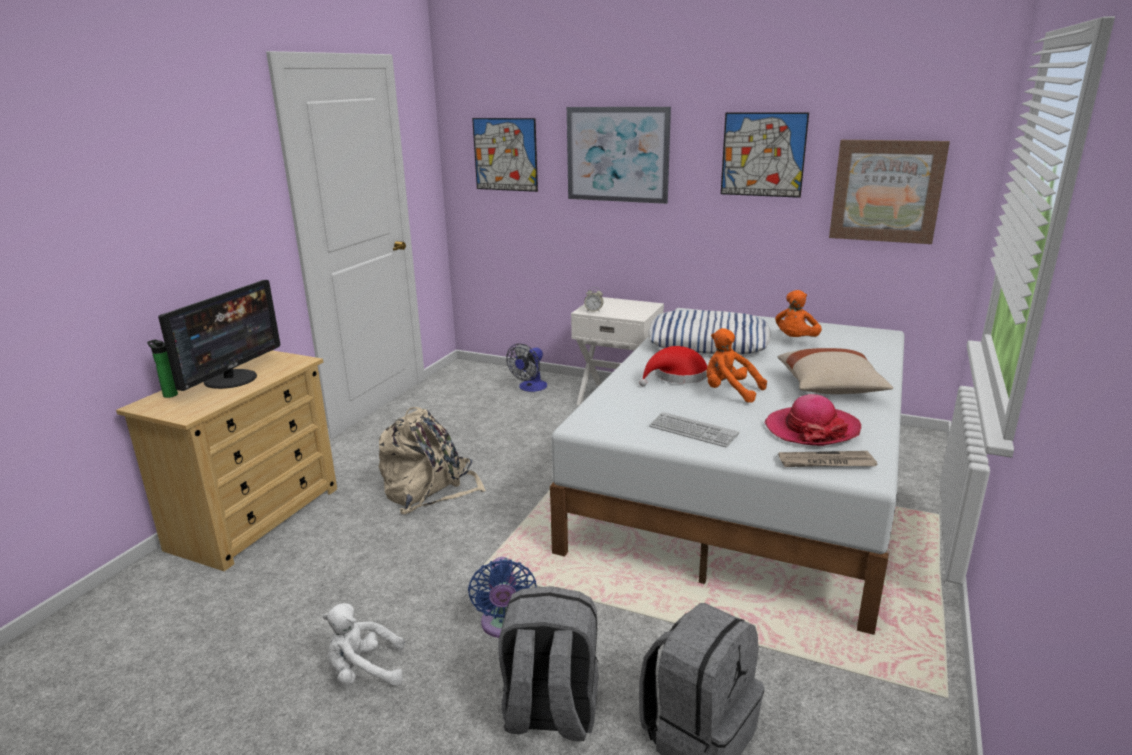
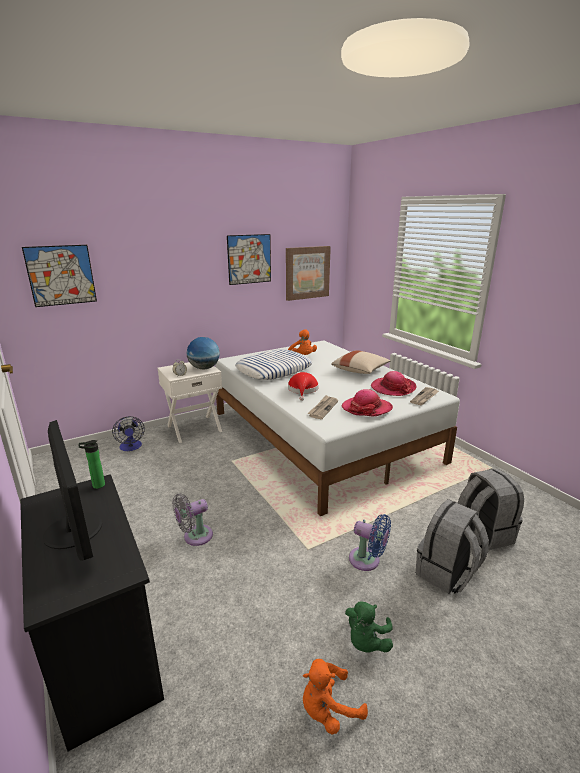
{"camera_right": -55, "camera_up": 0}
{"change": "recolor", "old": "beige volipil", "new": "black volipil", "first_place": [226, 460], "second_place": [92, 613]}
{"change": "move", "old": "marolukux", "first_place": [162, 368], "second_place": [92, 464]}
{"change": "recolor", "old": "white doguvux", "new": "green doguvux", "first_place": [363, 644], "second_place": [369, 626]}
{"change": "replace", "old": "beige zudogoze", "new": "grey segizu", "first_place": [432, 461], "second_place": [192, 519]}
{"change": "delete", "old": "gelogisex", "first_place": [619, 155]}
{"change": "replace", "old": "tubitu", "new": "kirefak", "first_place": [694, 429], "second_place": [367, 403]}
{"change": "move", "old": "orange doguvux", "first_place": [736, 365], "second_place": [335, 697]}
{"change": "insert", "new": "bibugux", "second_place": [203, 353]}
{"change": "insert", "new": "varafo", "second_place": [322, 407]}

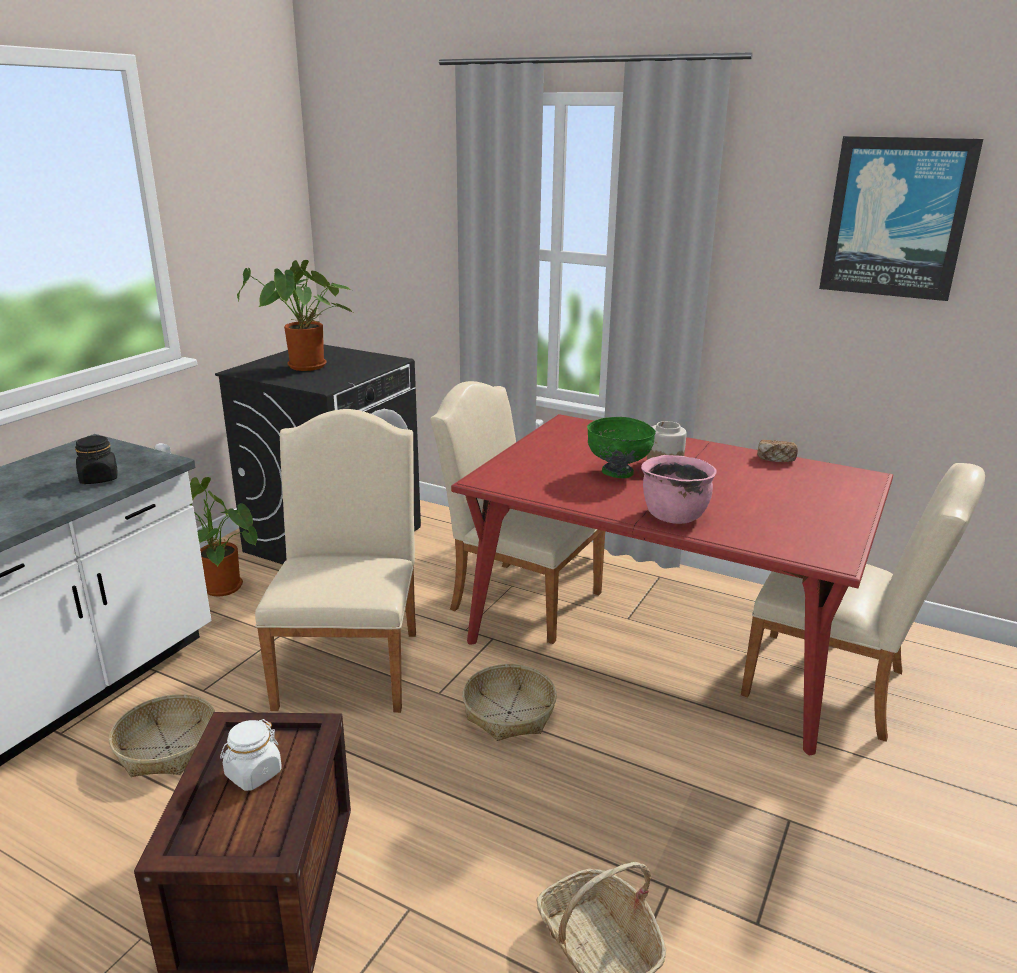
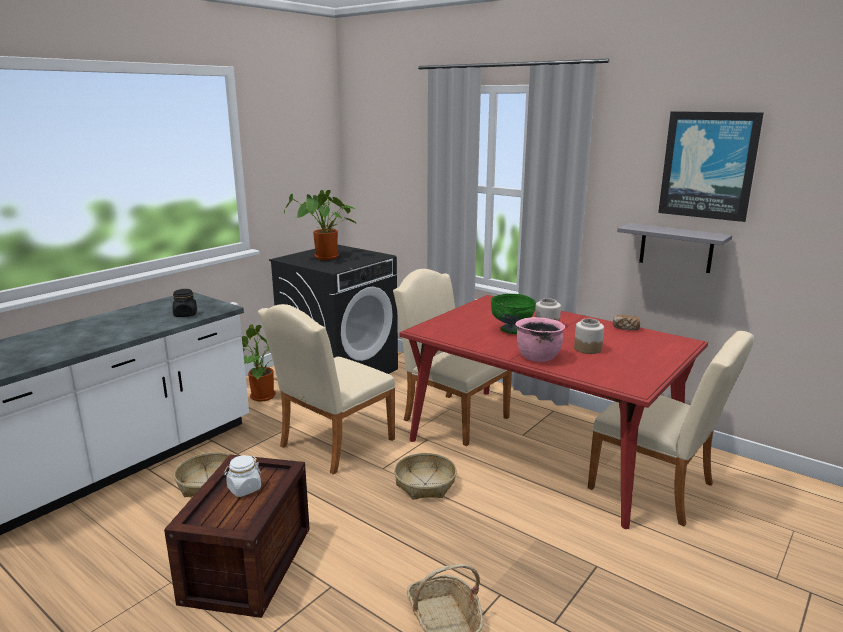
{"camera_right": 10, "camera_up": -5}
{"change": "rotate", "old": "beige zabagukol", "first_place": [335, 561], "second_place": [327, 389], "degrees": -150}
{"change": "insert", "new": "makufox", "second_place": [589, 336]}
{"change": "insert", "new": "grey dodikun", "second_place": [674, 248]}

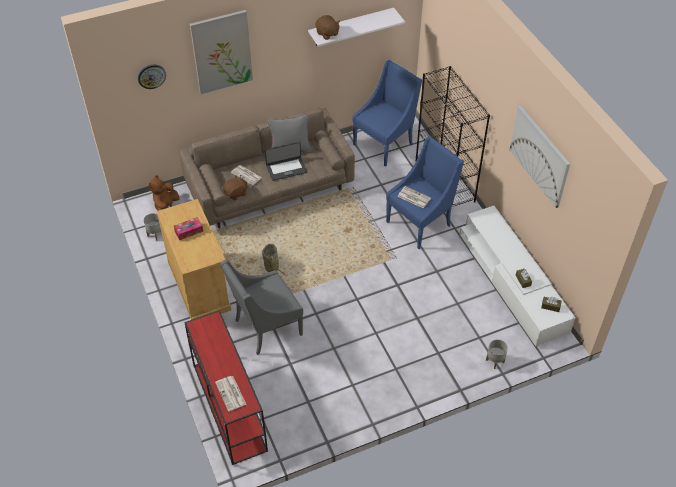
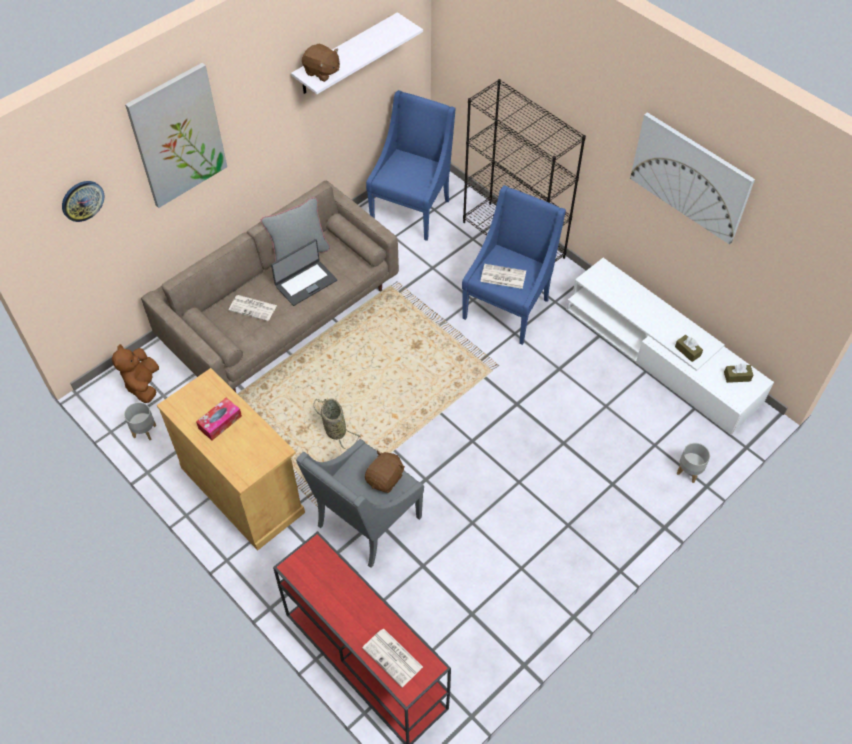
{"camera_right": -20, "camera_up": 5}
{"change": "move", "old": "brown doguvux", "first_place": [235, 188], "second_place": [385, 471]}

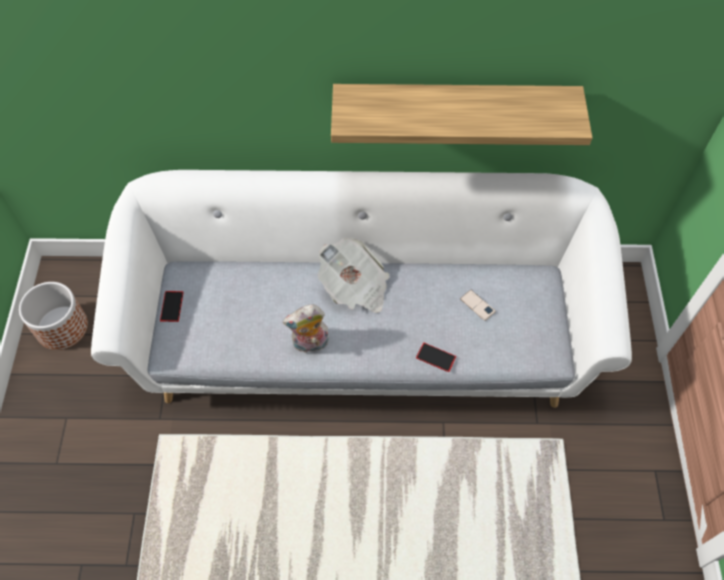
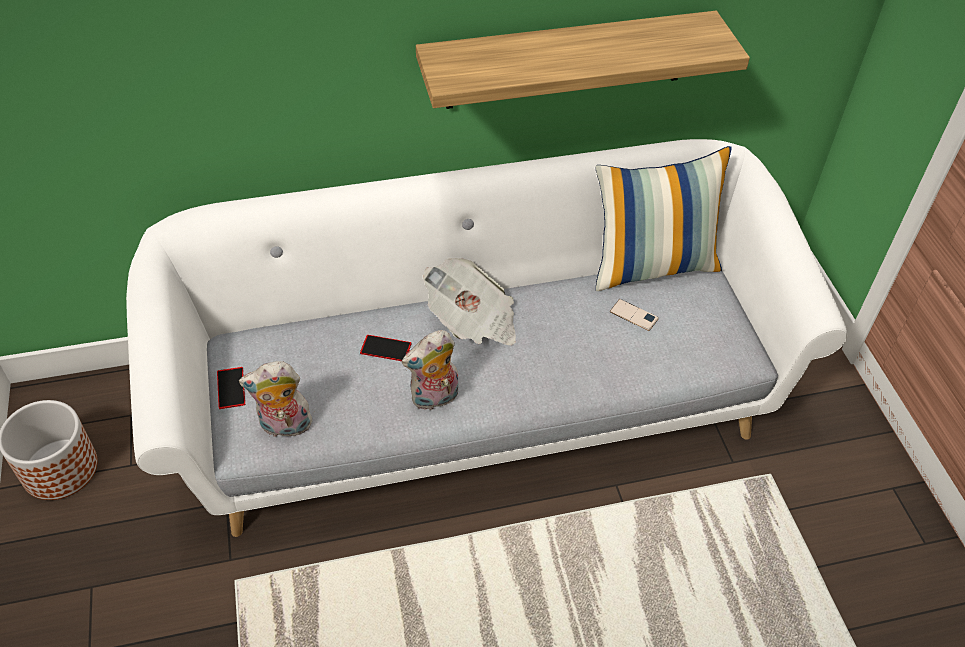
{"camera_right": -15, "camera_up": -10}
{"change": "move", "old": "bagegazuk", "first_place": [436, 357], "second_place": [386, 348]}
{"change": "insert", "new": "doguvux", "second_place": [276, 399]}
{"change": "insert", "new": "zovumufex", "second_place": [663, 218]}

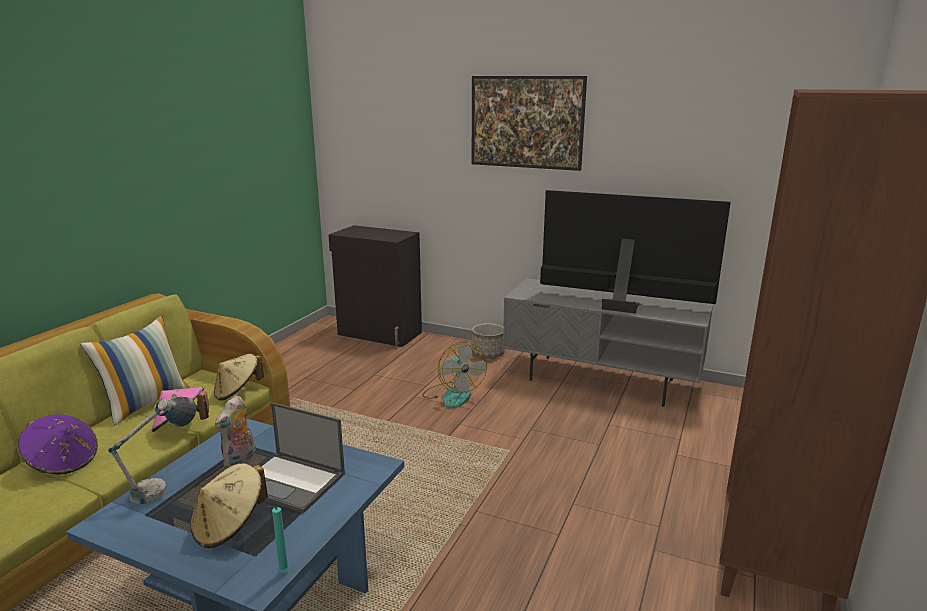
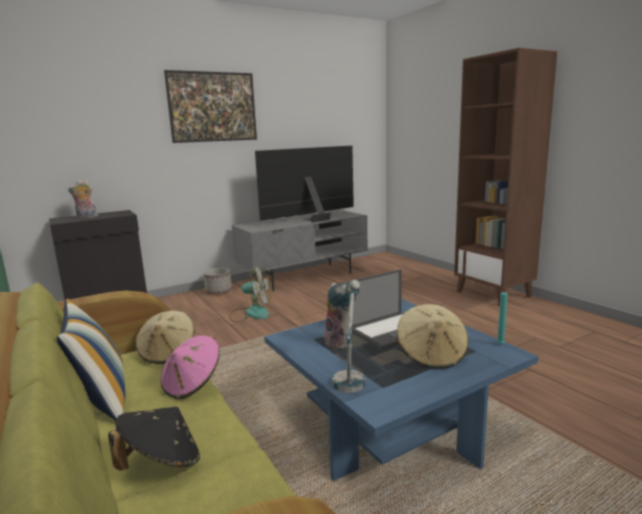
{"camera_right": -55, "camera_up": -5}
{"change": "recolor", "old": "purple kirefak", "new": "black kirefak", "first_place": [58, 444], "second_place": [154, 439]}
{"change": "insert", "new": "doguvux", "second_place": [83, 199]}

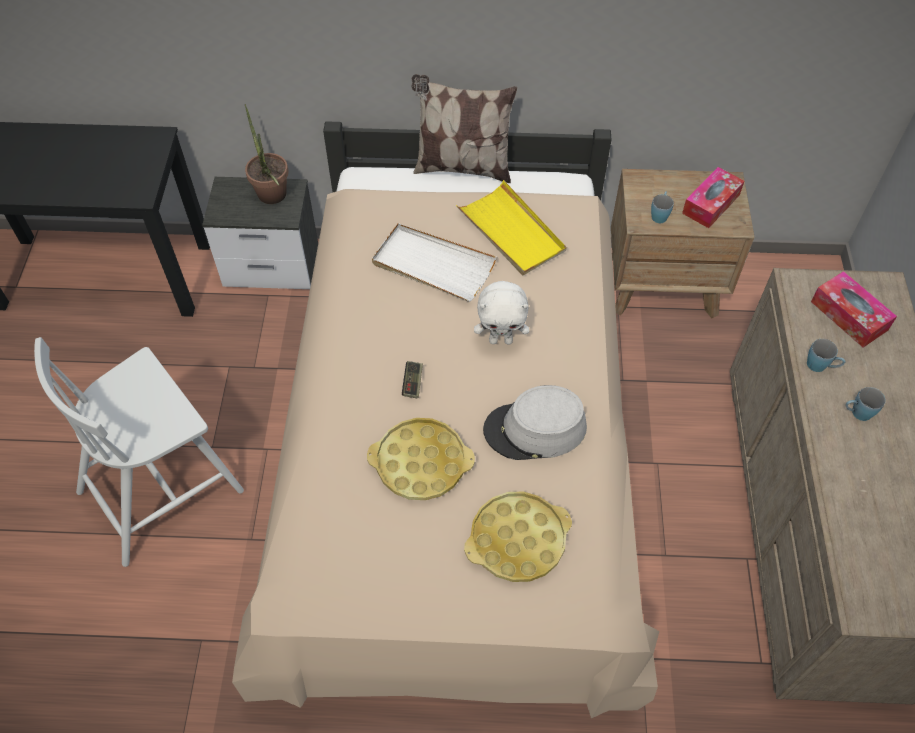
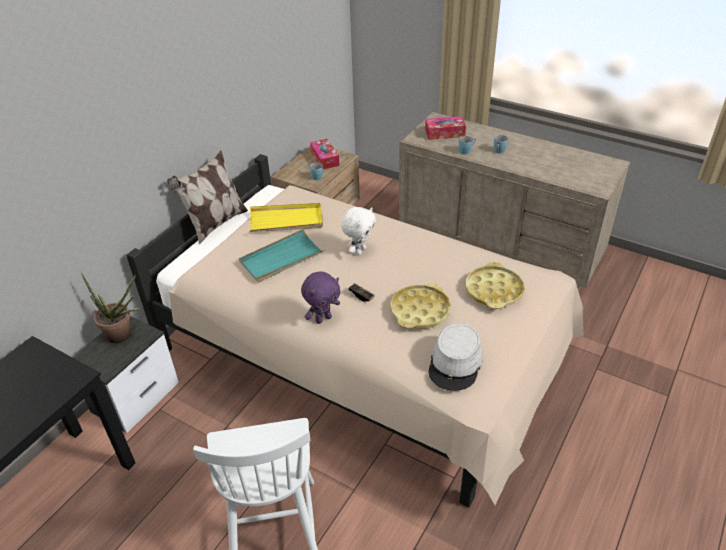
{"camera_right": -60, "camera_up": -15}
{"change": "recolor", "old": "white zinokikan", "new": "turquoise zinokikan", "first_place": [434, 262], "second_place": [282, 255]}
{"change": "move", "old": "grey kirefak", "first_place": [535, 422], "second_place": [455, 357]}
{"change": "insert", "new": "purple doguvux", "second_place": [320, 297]}

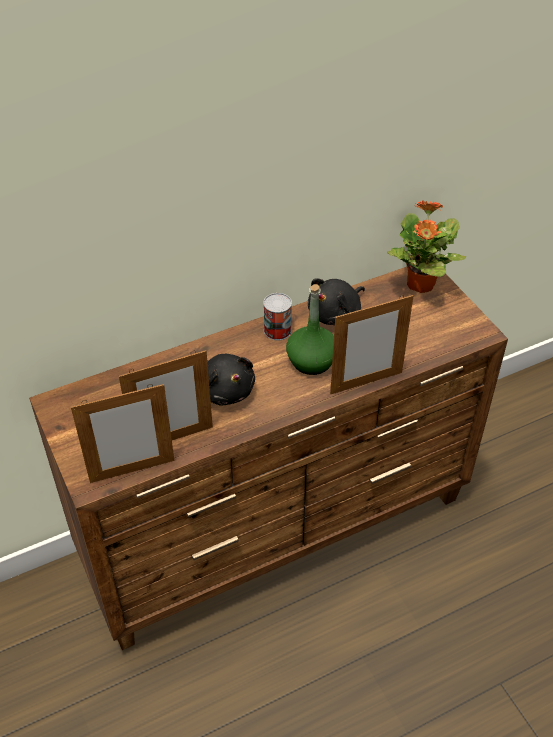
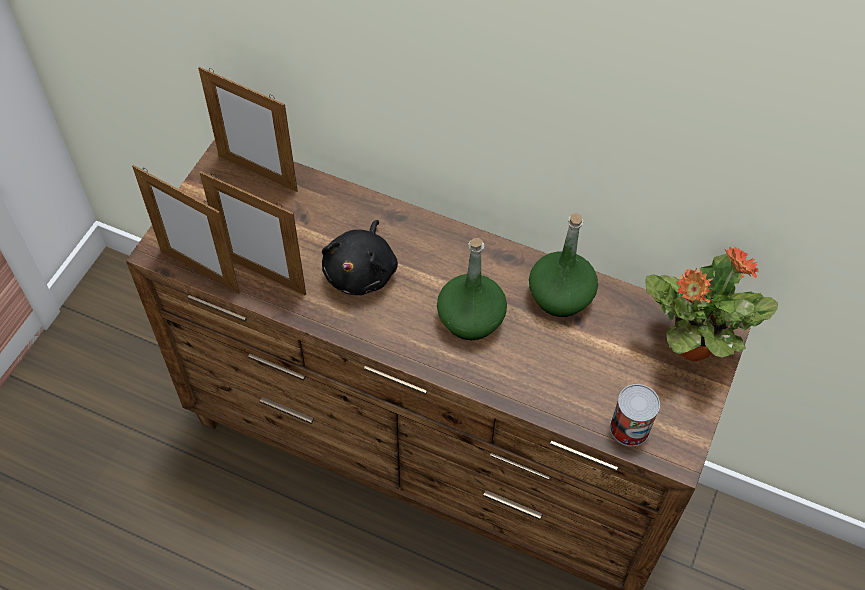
{"camera_right": 50, "camera_up": 10}
{"change": "move", "old": "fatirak", "first_place": [277, 317], "second_place": [635, 415]}
{"change": "replace", "old": "black doguvux", "new": "green marolukux", "first_place": [336, 301], "second_place": [563, 265]}
{"change": "move", "old": "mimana", "first_place": [371, 344], "second_place": [248, 129]}

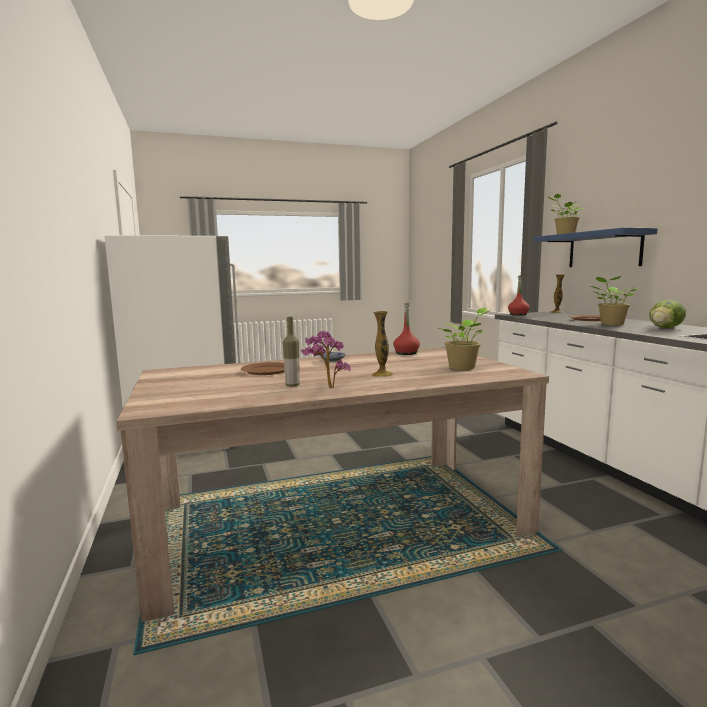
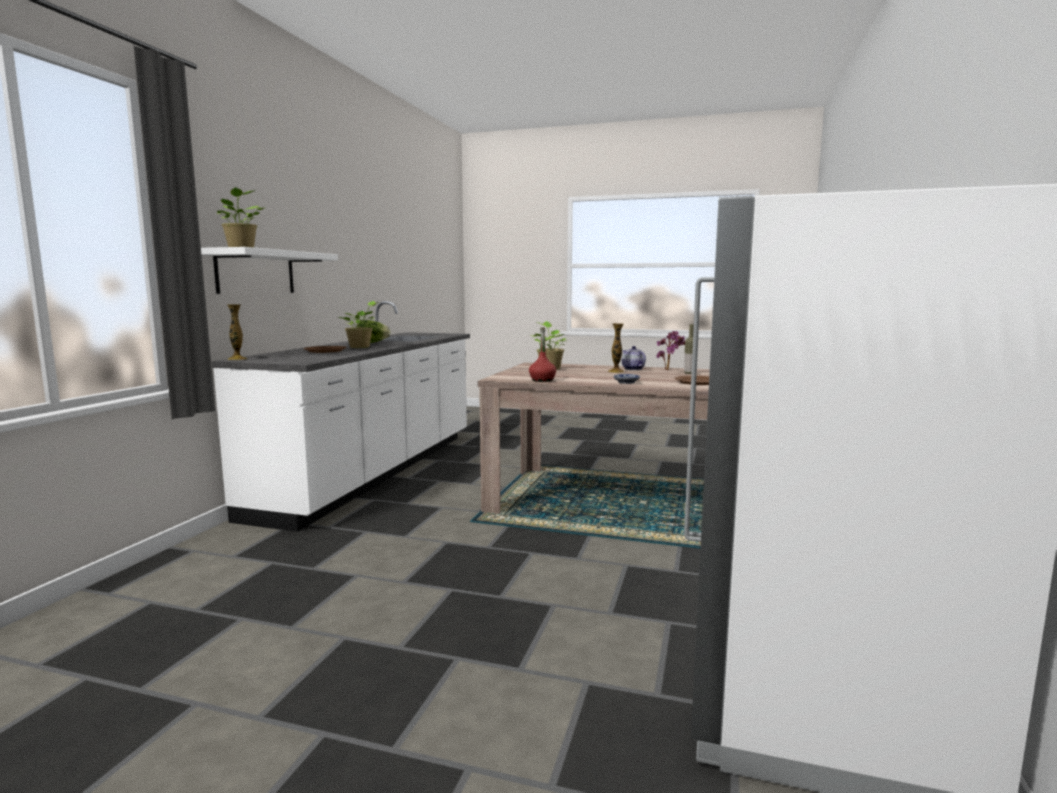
{"camera_right": -145, "camera_up": 0}
{"change": "delete", "old": "red marolukux", "first_place": [518, 295]}
{"change": "recolor", "old": "blue dodikun", "new": "white dodikun", "first_place": [596, 247], "second_place": [269, 270]}
{"change": "insert", "new": "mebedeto", "second_place": [634, 358]}

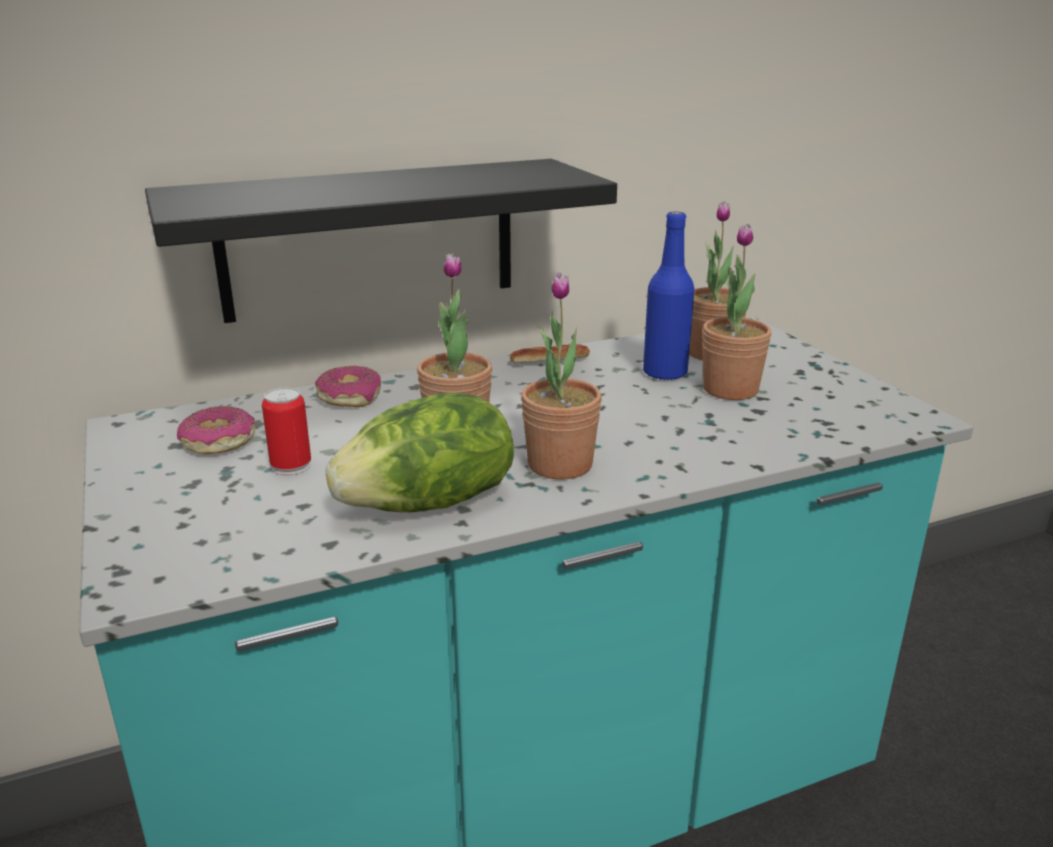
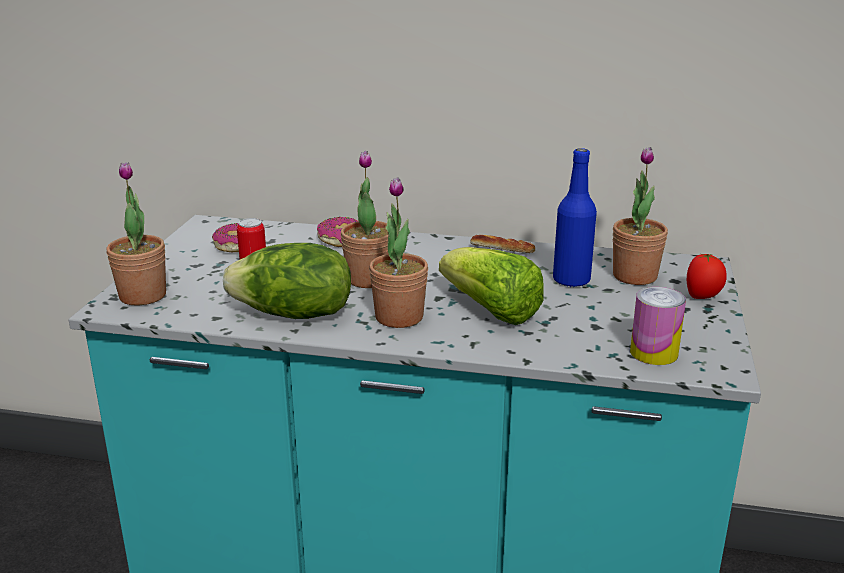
{"camera_right": 35, "camera_up": 0}
{"change": "delete", "old": "black dodikun", "first_place": [381, 241]}
{"change": "move", "old": "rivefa", "first_place": [736, 312], "second_place": [136, 234]}
{"change": "insert", "new": "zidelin", "second_place": [491, 286]}
{"change": "insert", "new": "fatirak", "second_place": [658, 326]}
{"change": "insert", "new": "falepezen", "second_place": [707, 276]}

